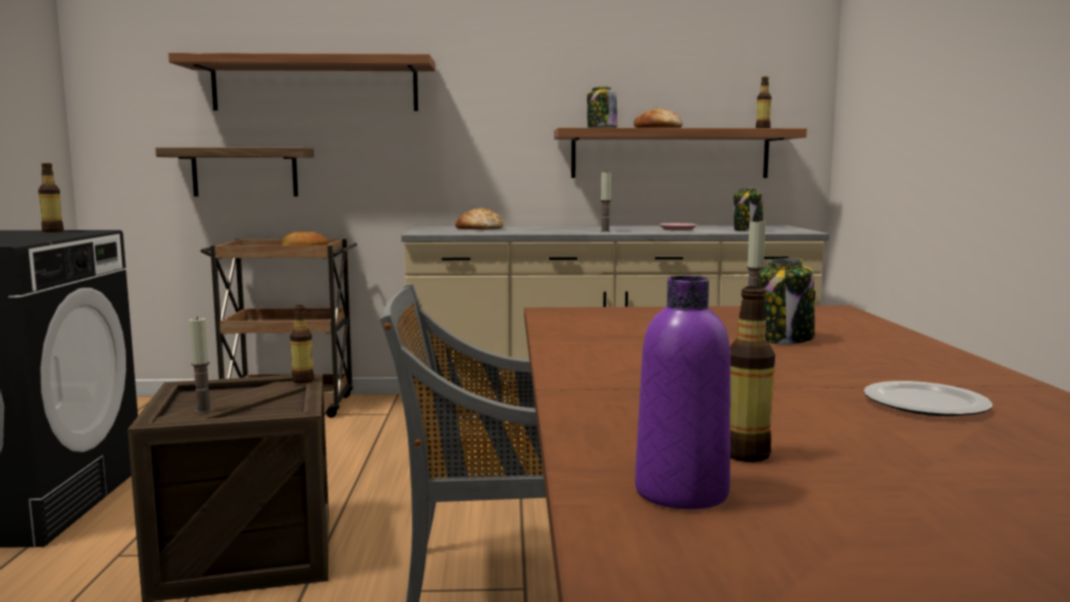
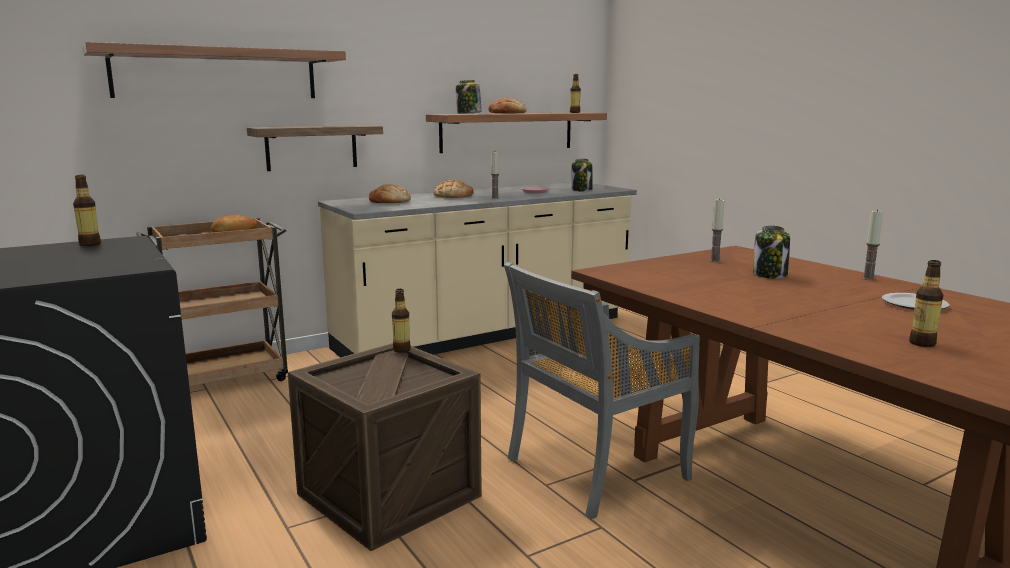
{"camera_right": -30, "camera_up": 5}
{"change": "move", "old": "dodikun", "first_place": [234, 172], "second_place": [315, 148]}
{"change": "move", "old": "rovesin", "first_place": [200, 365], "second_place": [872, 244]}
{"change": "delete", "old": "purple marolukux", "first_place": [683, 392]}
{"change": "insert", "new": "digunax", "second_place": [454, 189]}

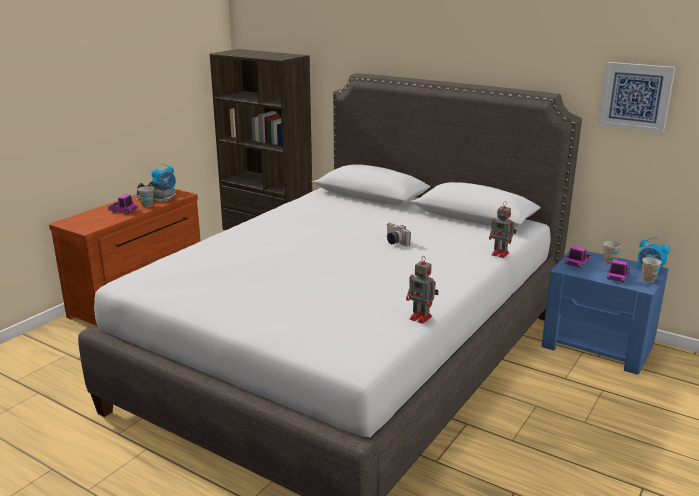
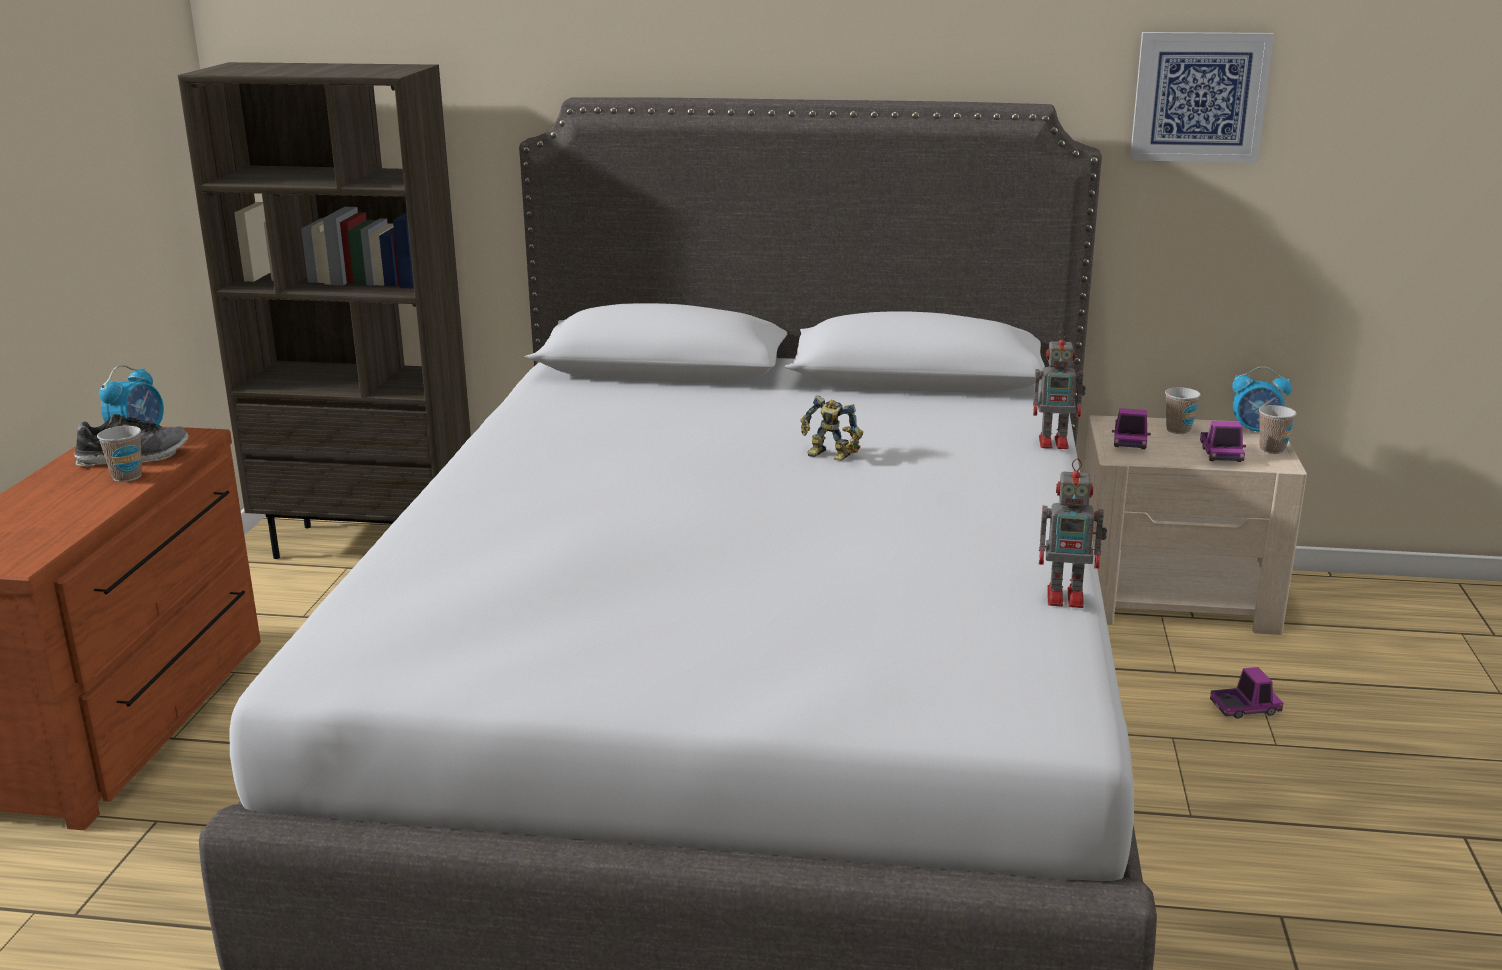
{"camera_right": -25, "camera_up": 0}
{"change": "move", "old": "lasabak", "first_place": [123, 204], "second_place": [1246, 693]}
{"change": "replace", "old": "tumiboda", "new": "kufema", "first_place": [399, 234], "second_place": [831, 428]}
{"change": "recolor", "old": "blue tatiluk", "new": "beige tatiluk", "first_place": [605, 313], "second_place": [1195, 525]}

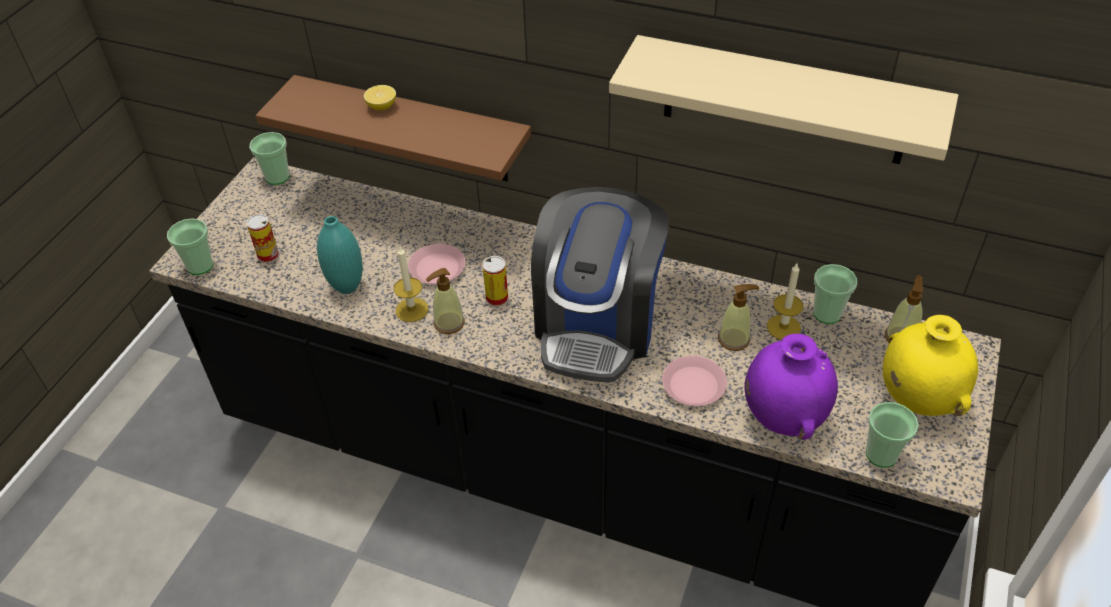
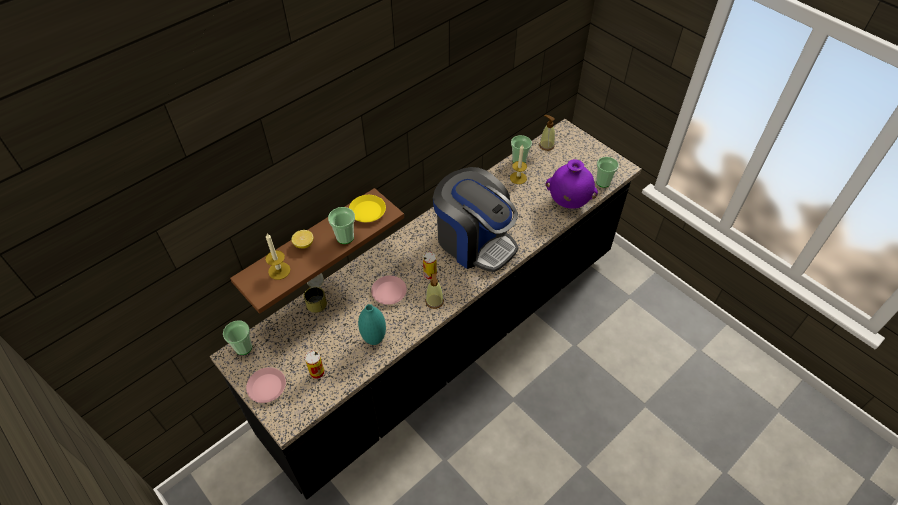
{"camera_right": -65, "camera_up": 5}
{"change": "move", "old": "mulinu", "first_place": [190, 246], "second_place": [341, 225]}
{"change": "move", "old": "rovesin", "first_place": [411, 284], "second_place": [277, 256]}
{"change": "delete", "old": "beige dodikun", "first_place": [783, 99]}
{"change": "move", "old": "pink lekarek", "first_place": [694, 381], "second_place": [266, 385]}
{"change": "delete", "old": "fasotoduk", "first_place": [738, 317]}
{"change": "delete", "old": "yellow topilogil", "first_place": [930, 365]}
{"change": "insert", "new": "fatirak", "second_place": [315, 293]}
{"change": "insert", "new": "yellow lekarek", "second_place": [367, 208]}

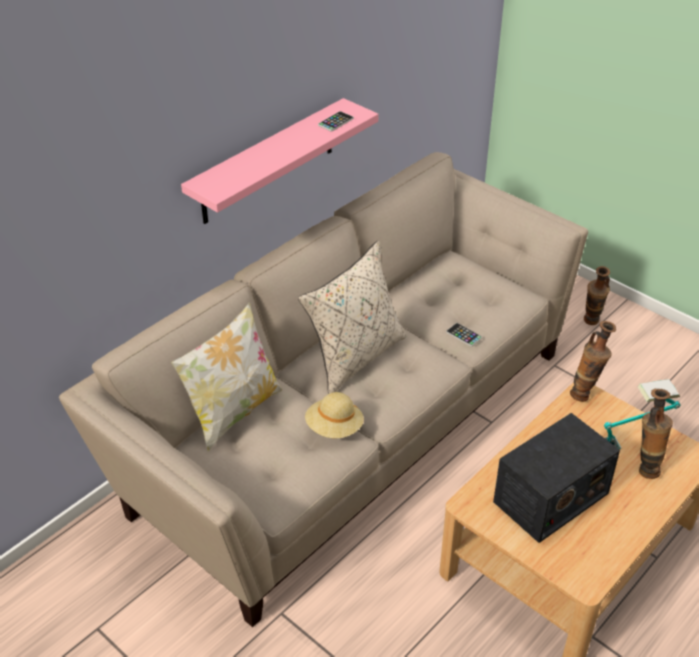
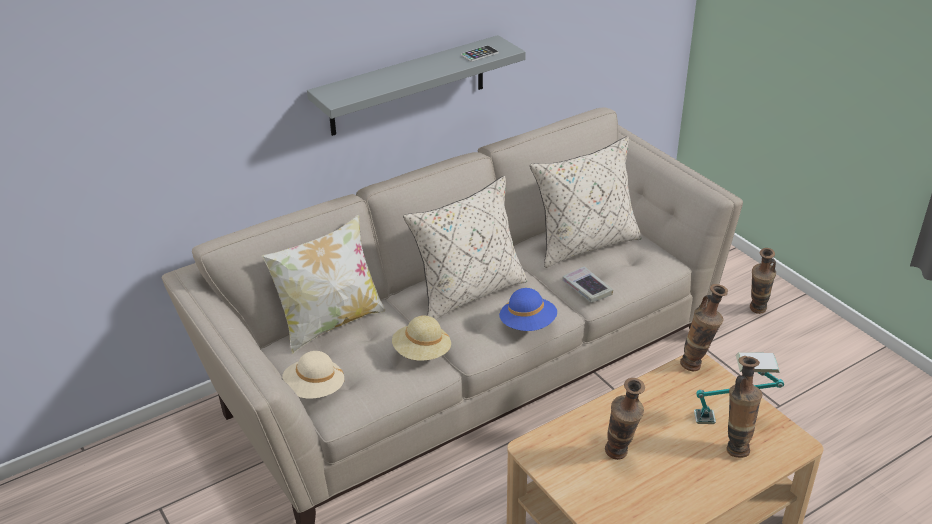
{"camera_right": 15, "camera_up": -5}
{"change": "recolor", "old": "pink dodikun", "new": "grey dodikun", "first_place": [279, 161], "second_place": [416, 85]}
{"change": "replace", "old": "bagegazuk", "new": "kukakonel", "first_place": [464, 335], "second_place": [587, 284]}
{"change": "replace", "old": "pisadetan", "new": "topilogil", "first_place": [556, 478], "second_place": [625, 419]}
{"change": "insert", "new": "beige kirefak", "second_place": [313, 375]}
{"change": "insert", "new": "blue kirefak", "second_place": [528, 309]}
{"change": "insert", "new": "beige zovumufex", "second_place": [586, 202]}

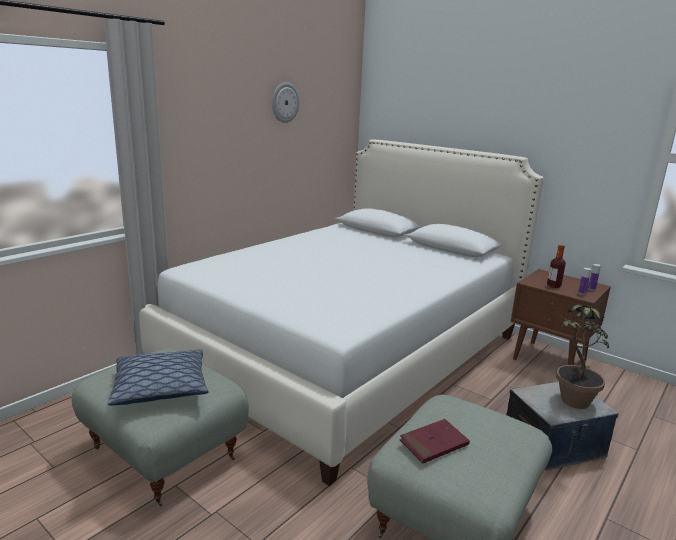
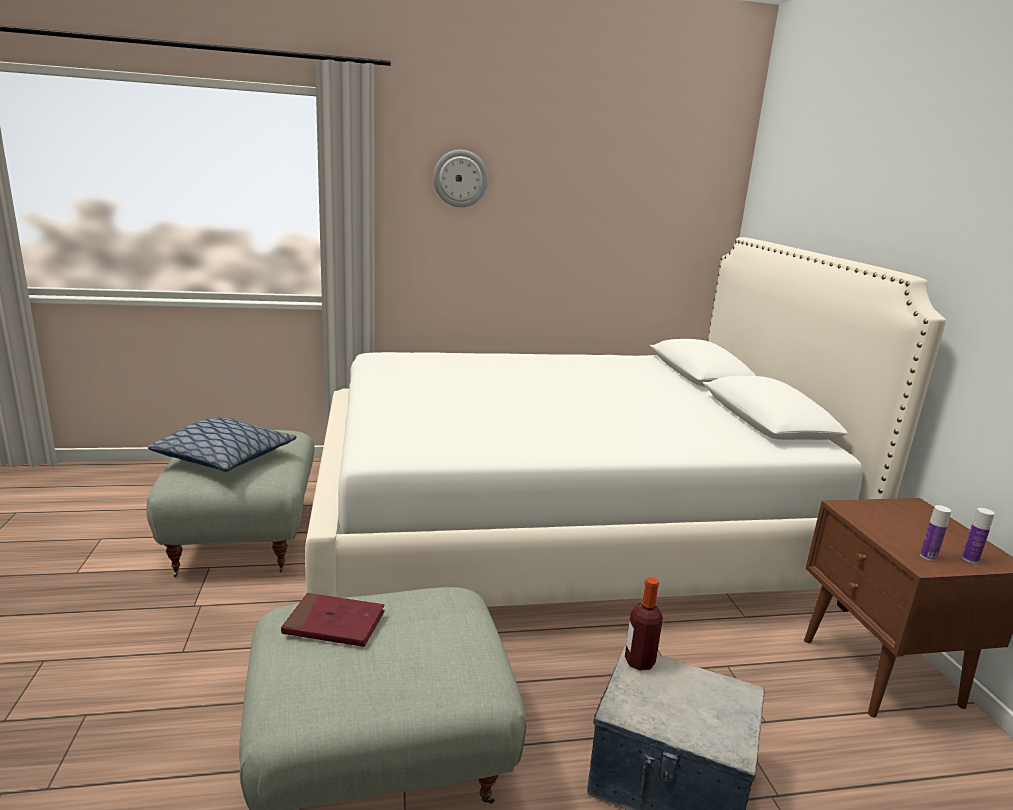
{"camera_right": 40, "camera_up": 0}
{"change": "move", "old": "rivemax", "first_place": [286, 102], "second_place": [460, 178]}
{"change": "move", "old": "marolukux", "first_place": [556, 266], "second_place": [644, 624]}
{"change": "delete", "old": "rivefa", "first_place": [582, 356]}

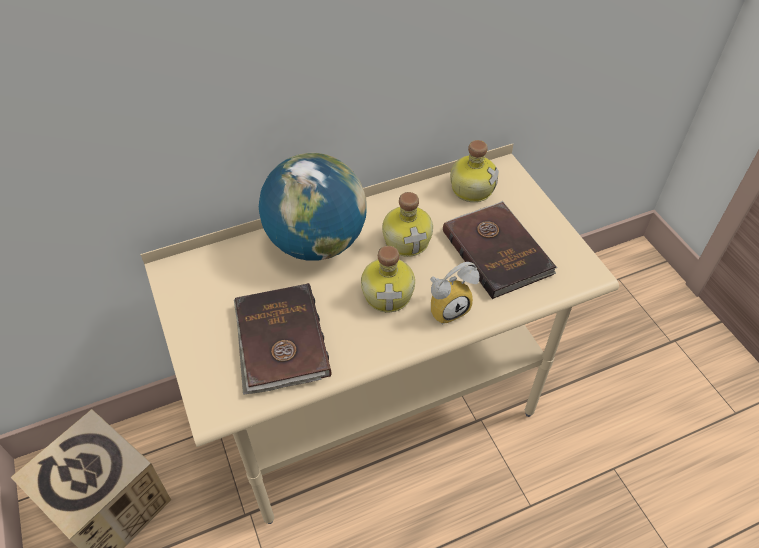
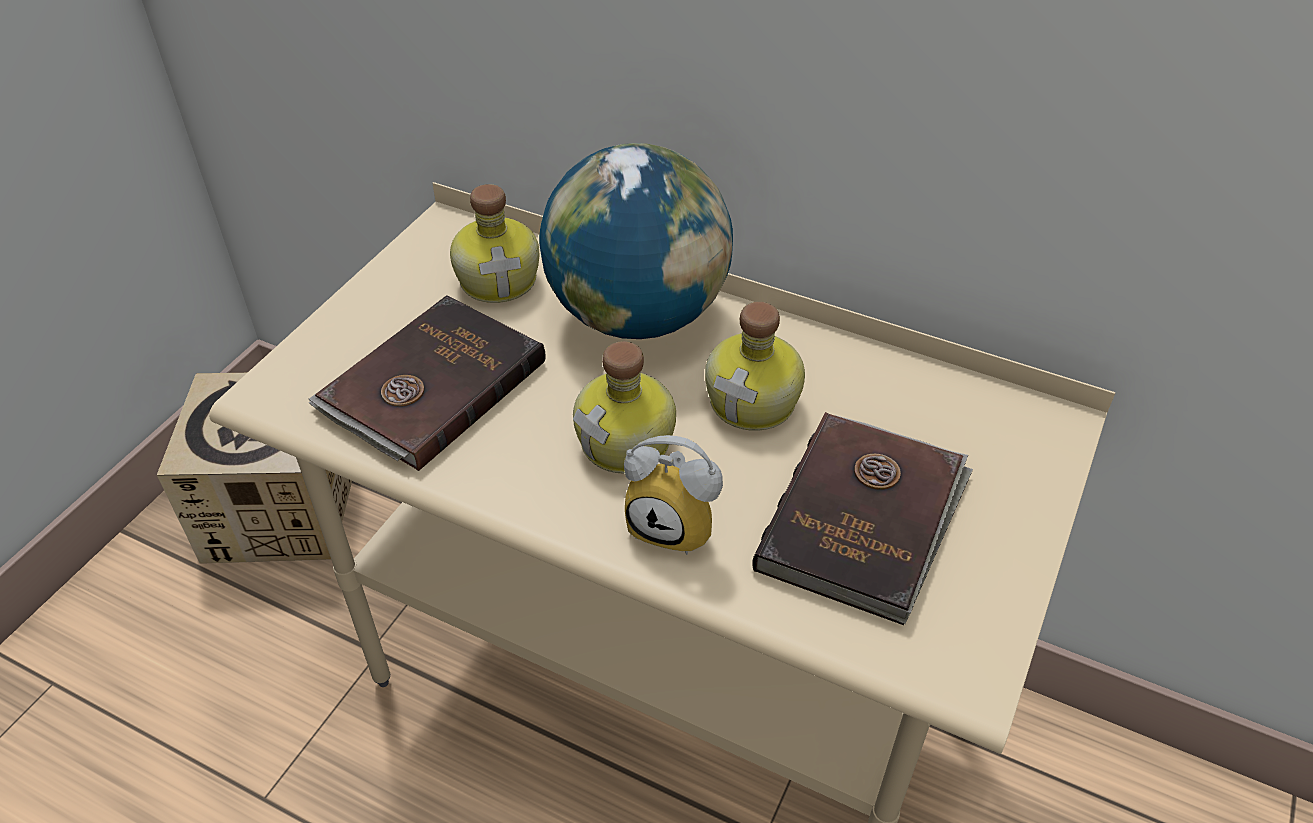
{"camera_right": 50, "camera_up": -5}
{"change": "move", "old": "marolukux", "first_place": [474, 171], "second_place": [494, 243]}

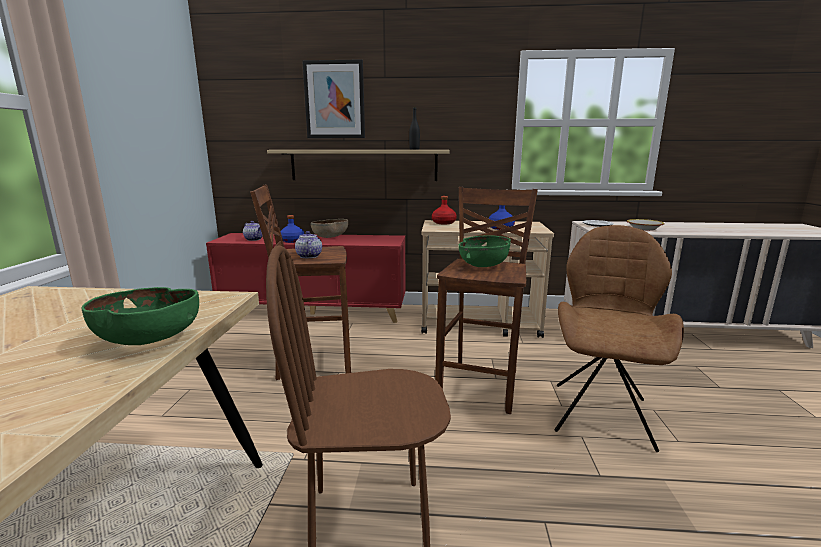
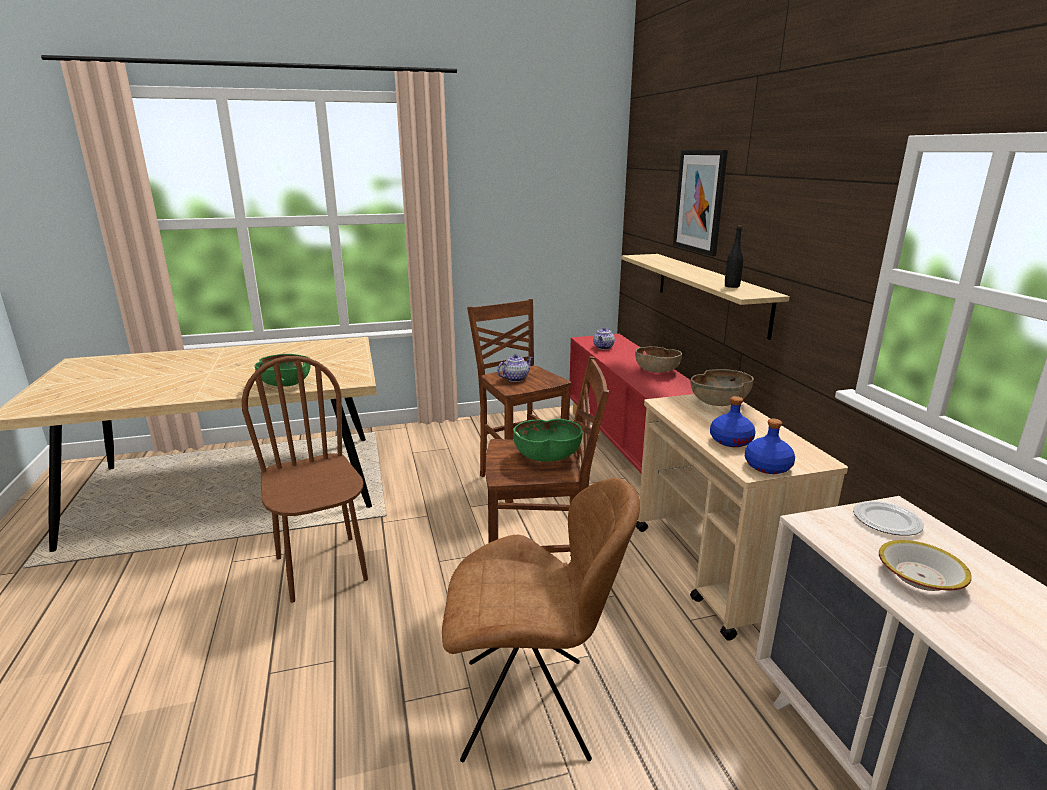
{"camera_right": 70, "camera_up": 5}
{"change": "move", "old": "blue marolukux", "first_place": [292, 229], "second_place": [770, 446]}
{"change": "replace", "old": "red marolukux", "new": "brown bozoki", "first_place": [444, 210], "second_place": [722, 387]}

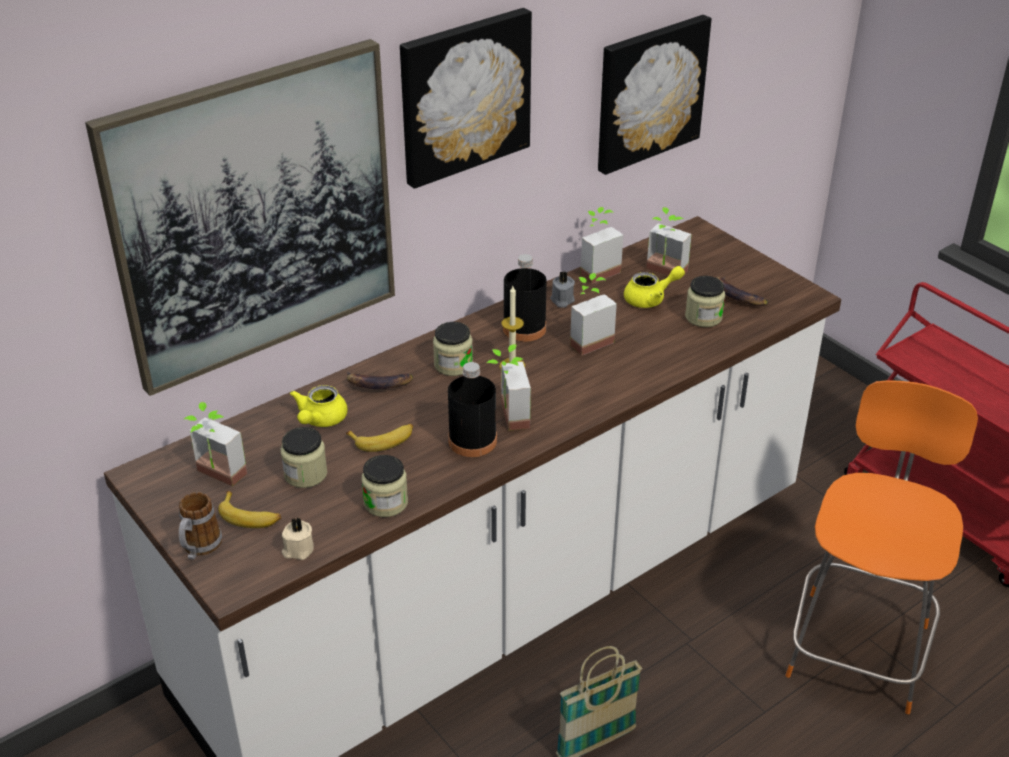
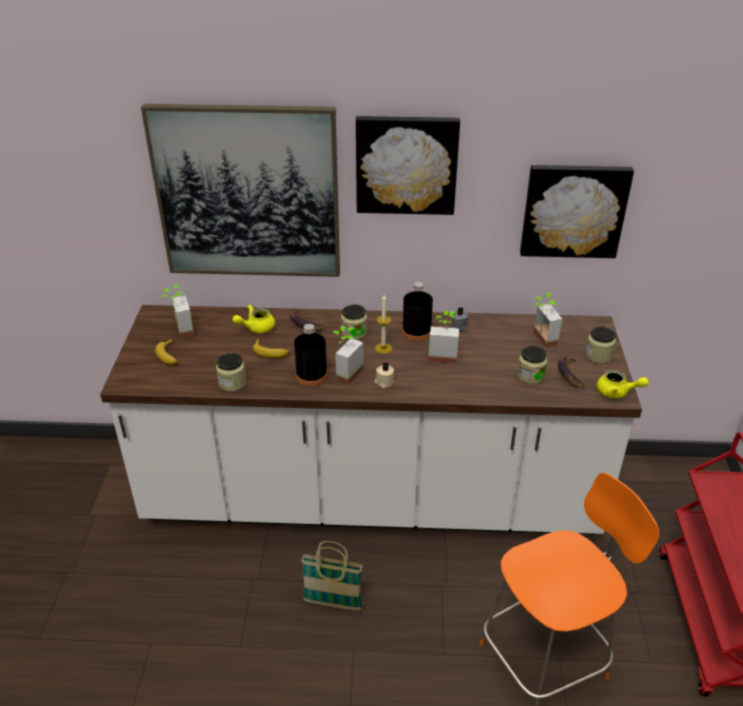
{"camera_right": 40, "camera_up": 0}
{"change": "delete", "old": "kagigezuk", "first_place": [200, 525]}
{"change": "move", "old": "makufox", "first_place": [303, 457], "second_place": [600, 344]}
{"change": "move", "old": "beige rovesin", "first_place": [298, 538], "second_place": [384, 375]}
{"change": "delete", "old": "rivefa", "first_place": [601, 245]}
{"change": "move", "old": "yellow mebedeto", "first_place": [654, 287], "second_place": [623, 384]}

